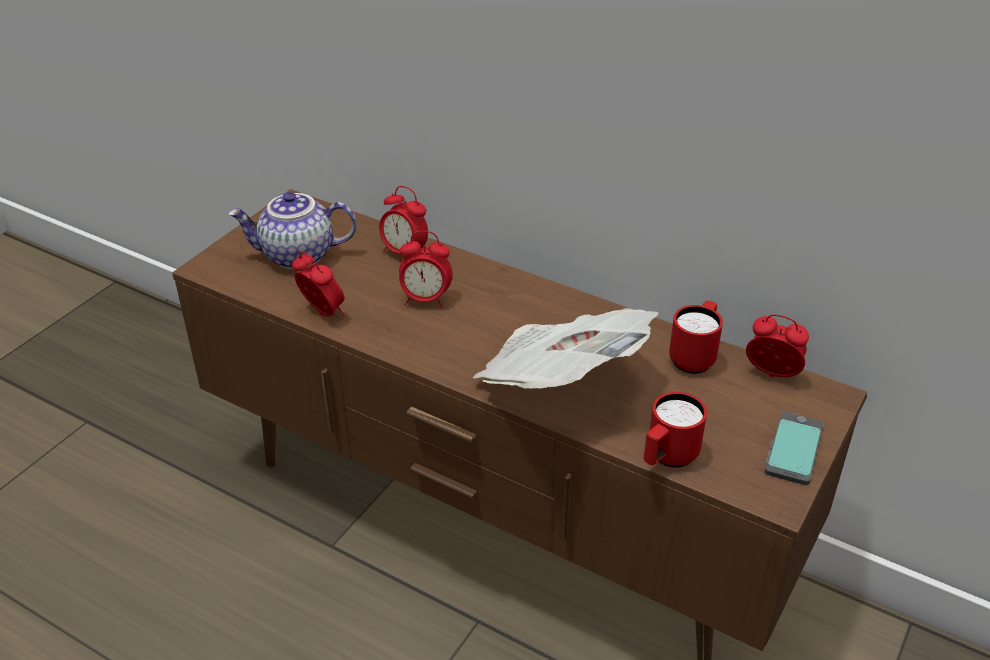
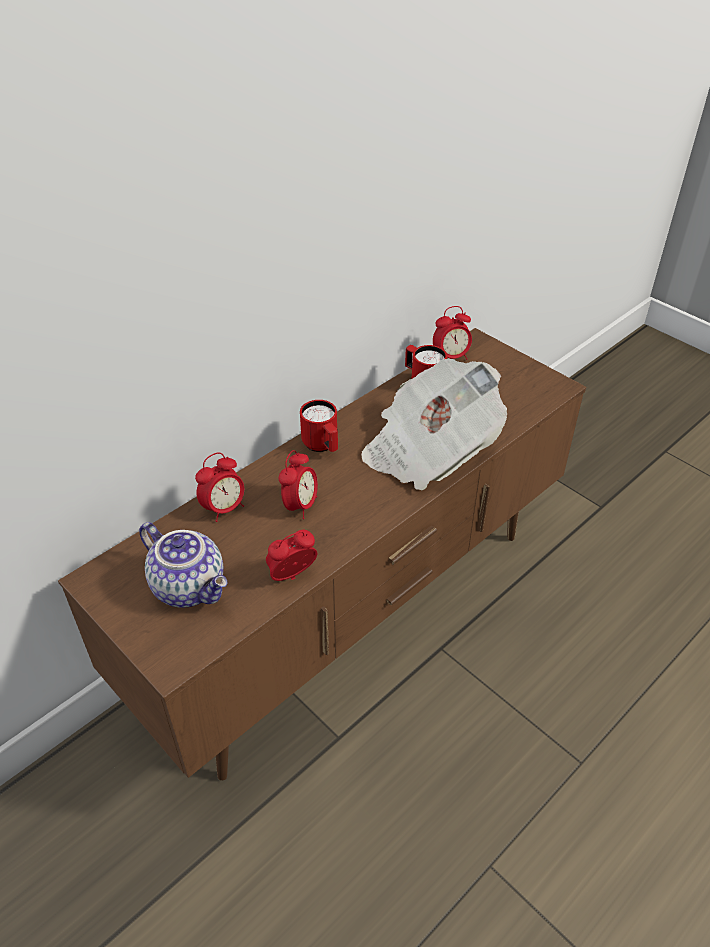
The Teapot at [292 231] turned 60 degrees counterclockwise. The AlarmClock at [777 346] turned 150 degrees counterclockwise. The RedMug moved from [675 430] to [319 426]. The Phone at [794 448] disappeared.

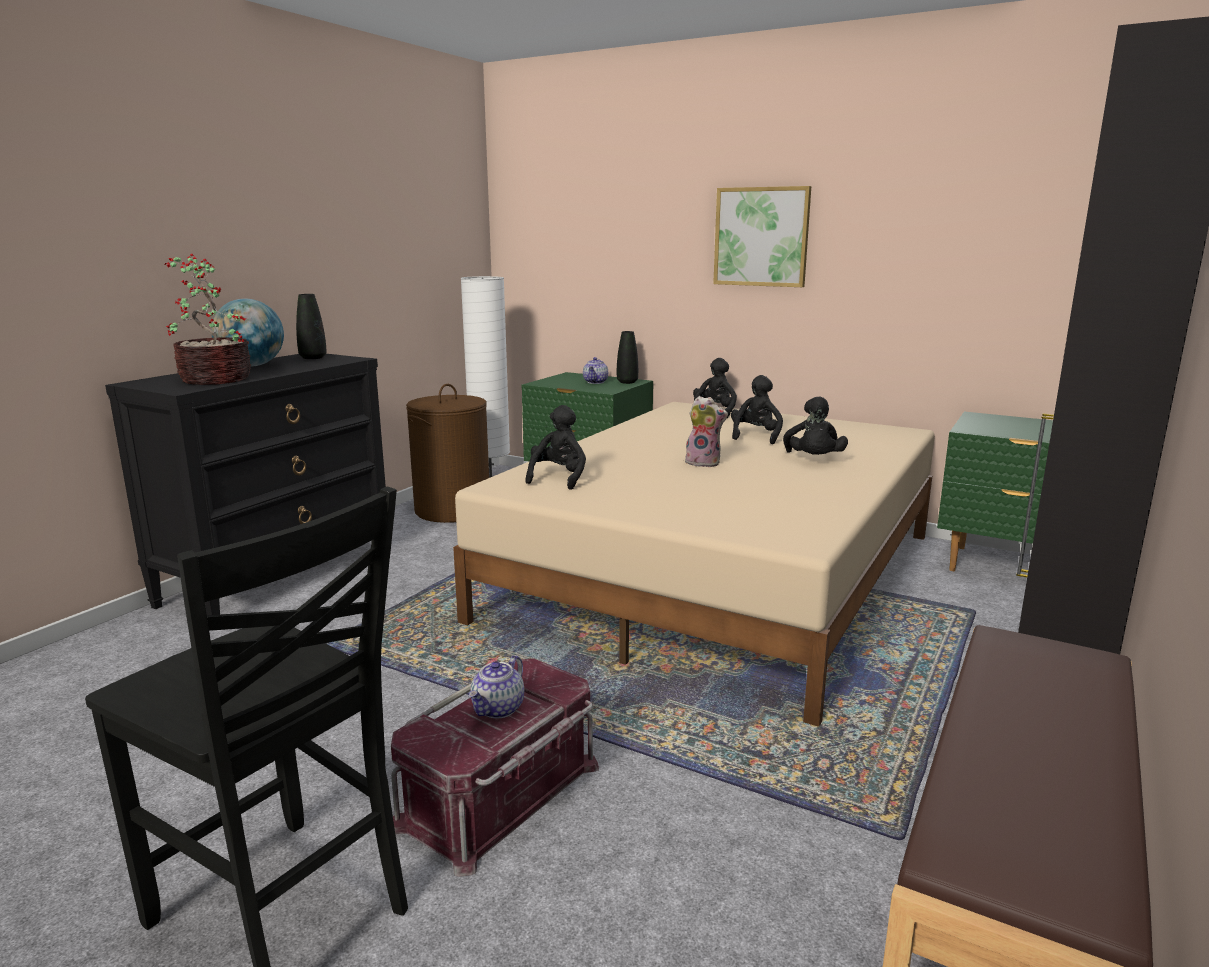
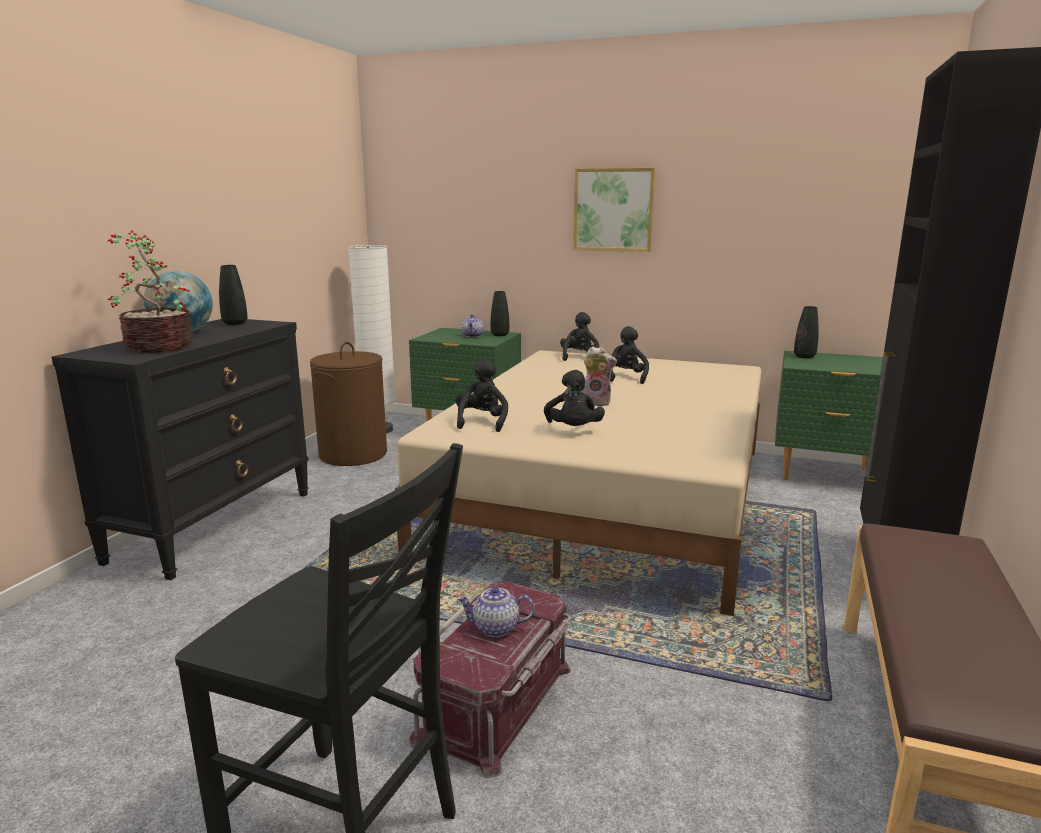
The BlackPlushToy moved from [815 425] to [574 398]. The Teapot at [496 686] turned 75 degrees clockwise. The BlackVase at [806 332] appeared.

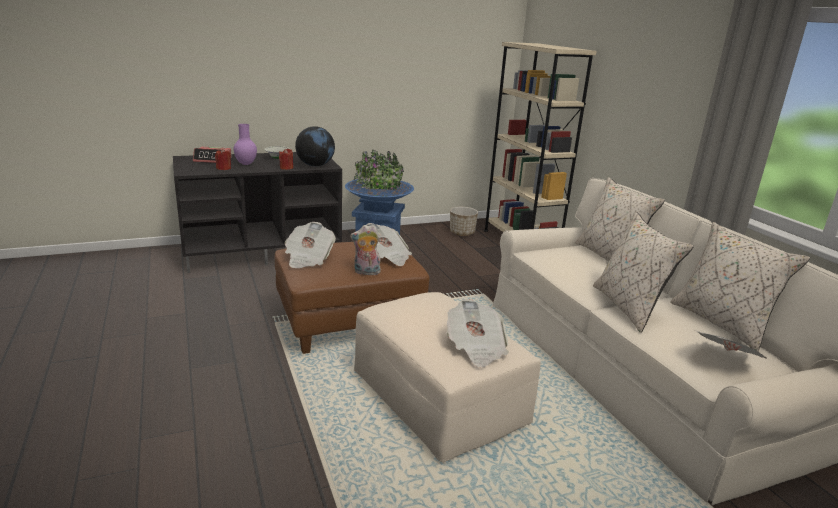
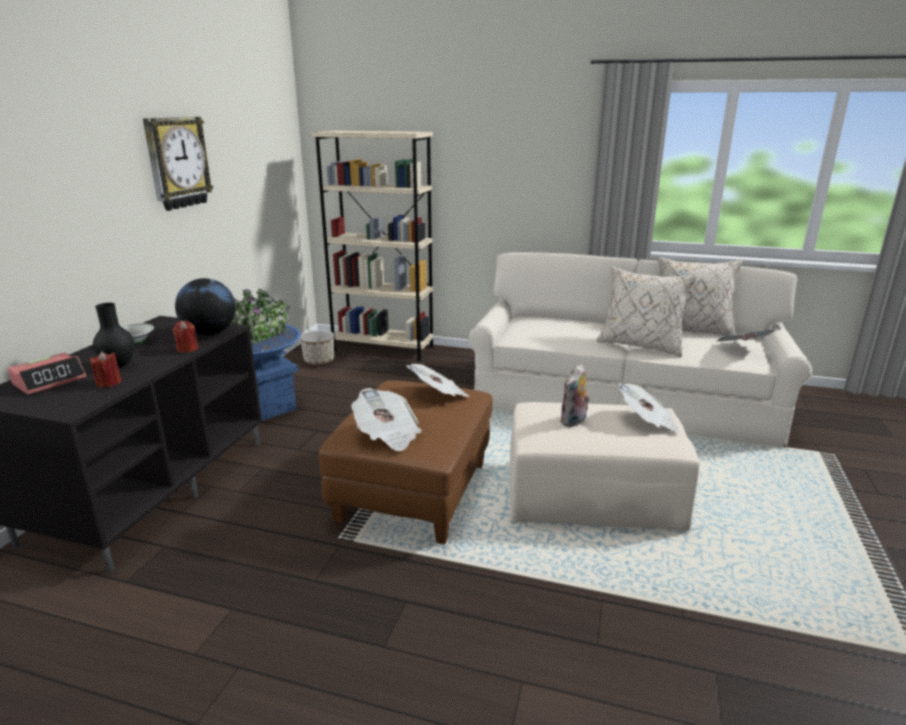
The PurpleVase at [245 144] became the BlackVase at [114 335]. The BeigePillow at [620 219] disappeared. The PlushToy moved from [365 250] to [575 395]. The WallClock at [178 164] appeared.

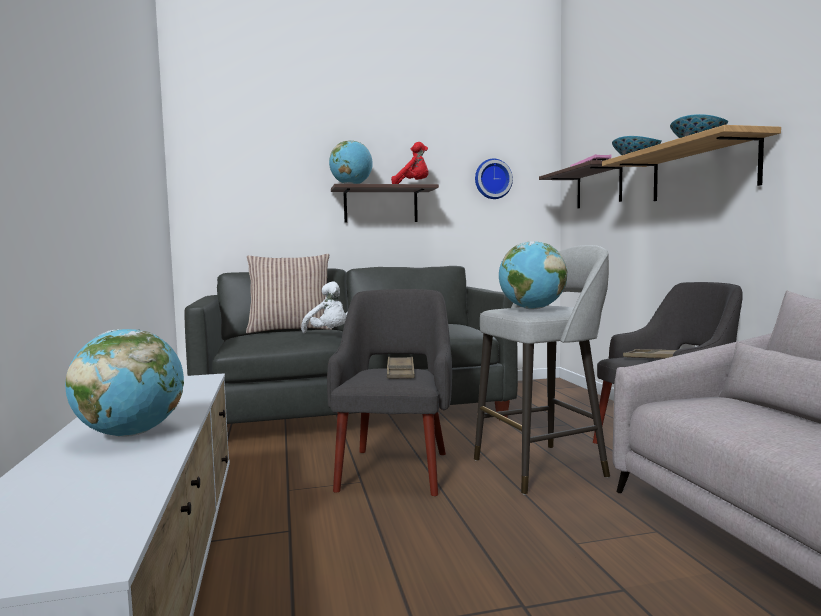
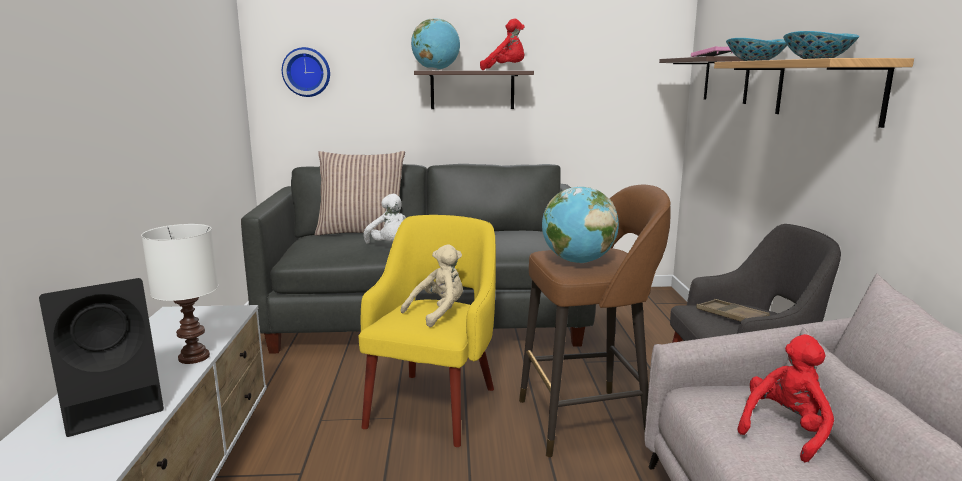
The WallClock moved from [494 179] to [306 72]. The GreyStool at [542 370] became the BrownStool at [595 321]. The GreyArmchair at [389 392] became the YellowArmchair at [427 331]. The Globe at [124 383] was replaced by the BlackSpeaker at [101 357]. The BrownTray at [401 368] was replaced by the BeigePlushToy at [432 285]. The WhiteTableLamp at [179 294] appeared. The RedPlushToy at [785 398] appeared.

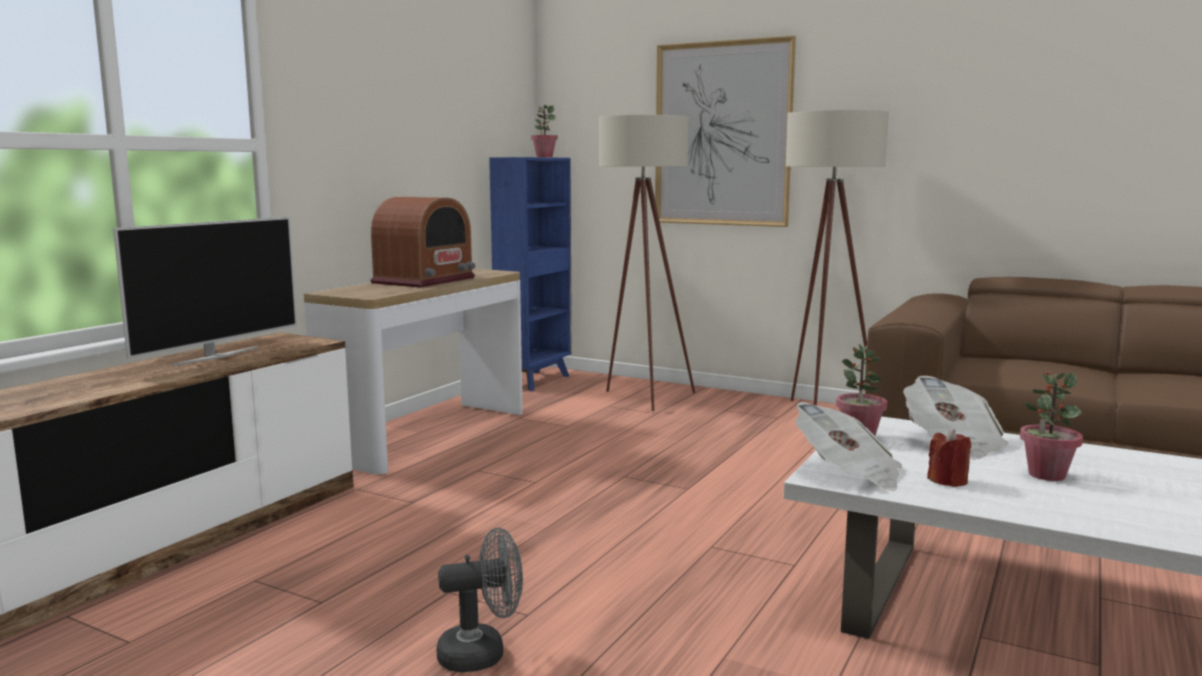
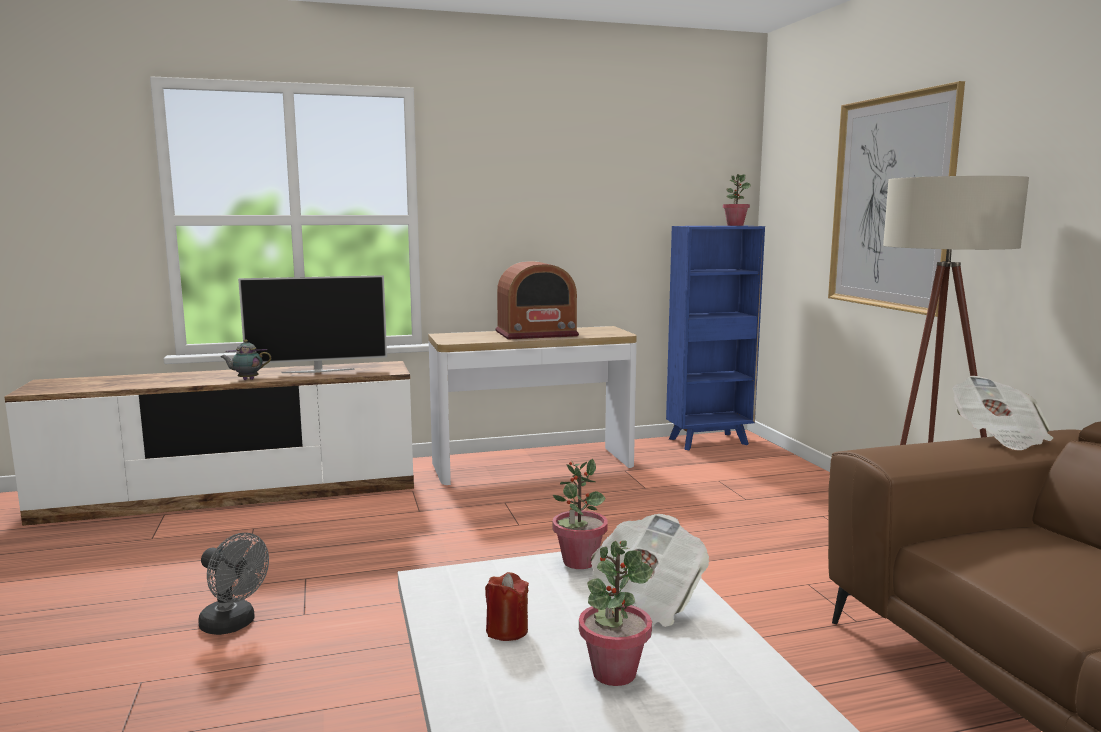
The BeigeFloorLamp at [647 263] disappeared. The Newspaper moved from [848 446] to [1002 413]. The Teapot at [245 360] appeared.

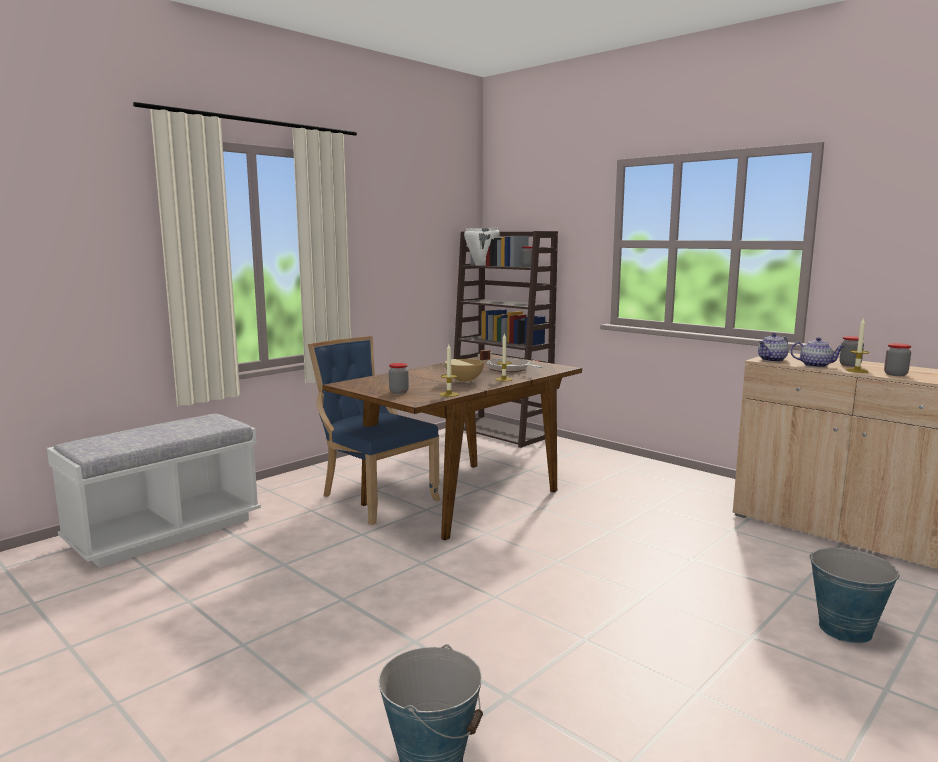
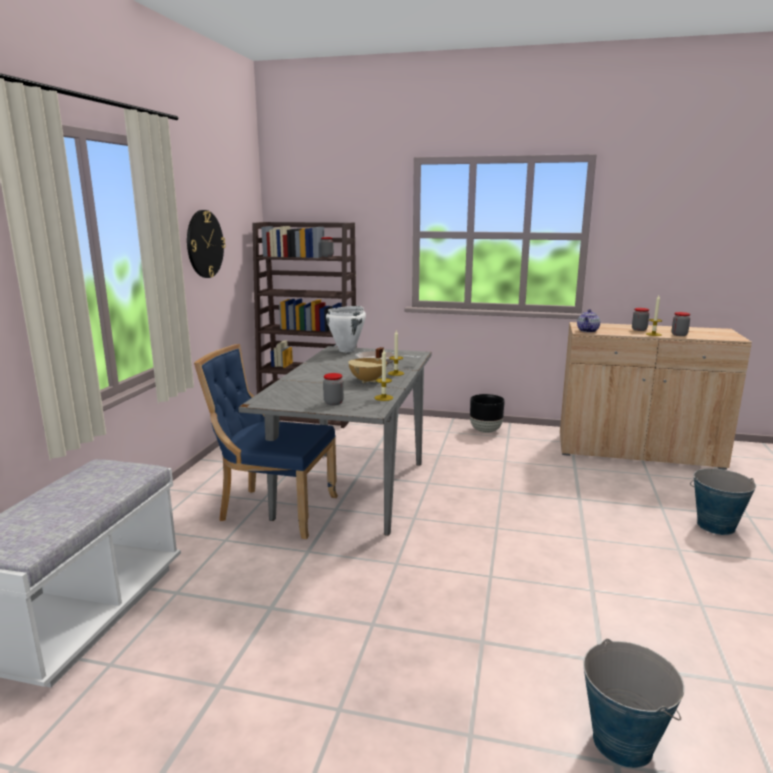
The WhiteCookingPot moved from [482 246] to [346 329]. The Teapot at [817 352] disappeared. The BrownDiningTable at [452 447] became the GreyDiningTable at [335 441]. The WallClock at [206 244] appeared. The BlackPlanter at [487 413] appeared.

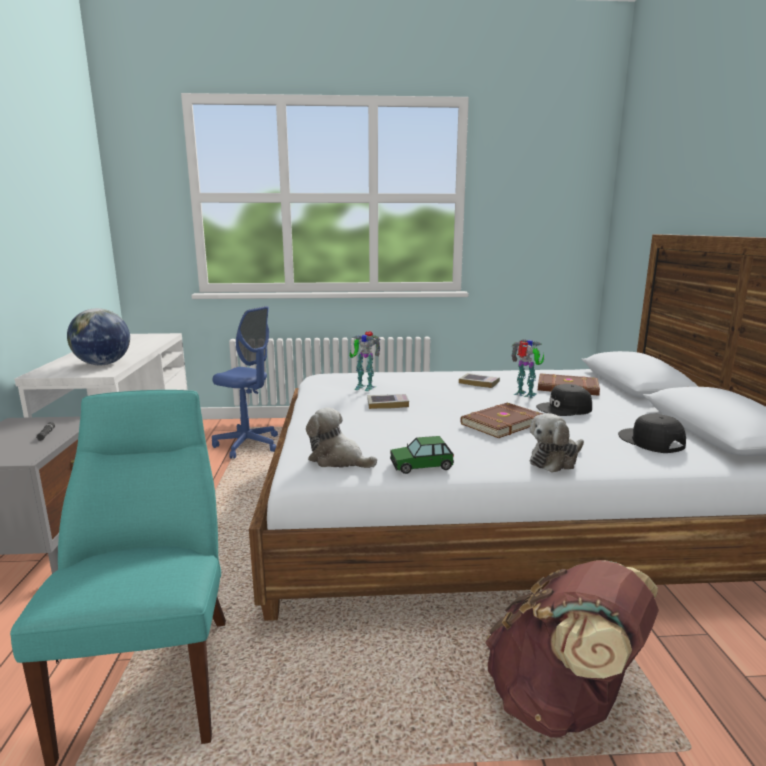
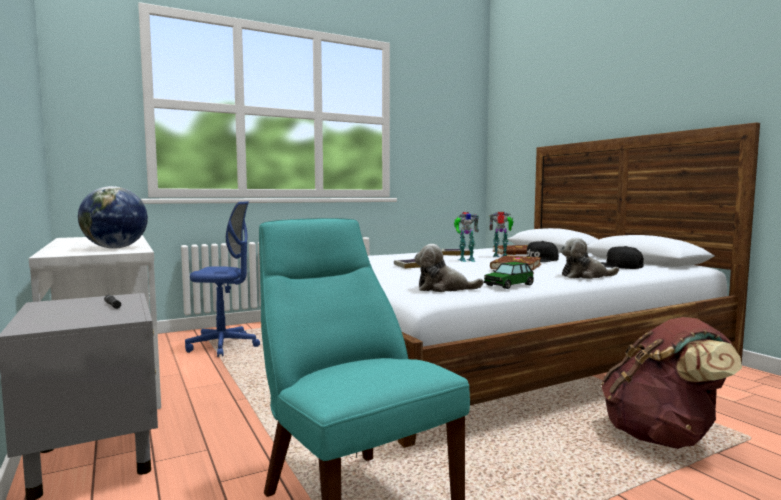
The ToyRobot moved from [364 361] to [466 237]. The PlushToy at [557 442] turned 60 degrees clockwise.

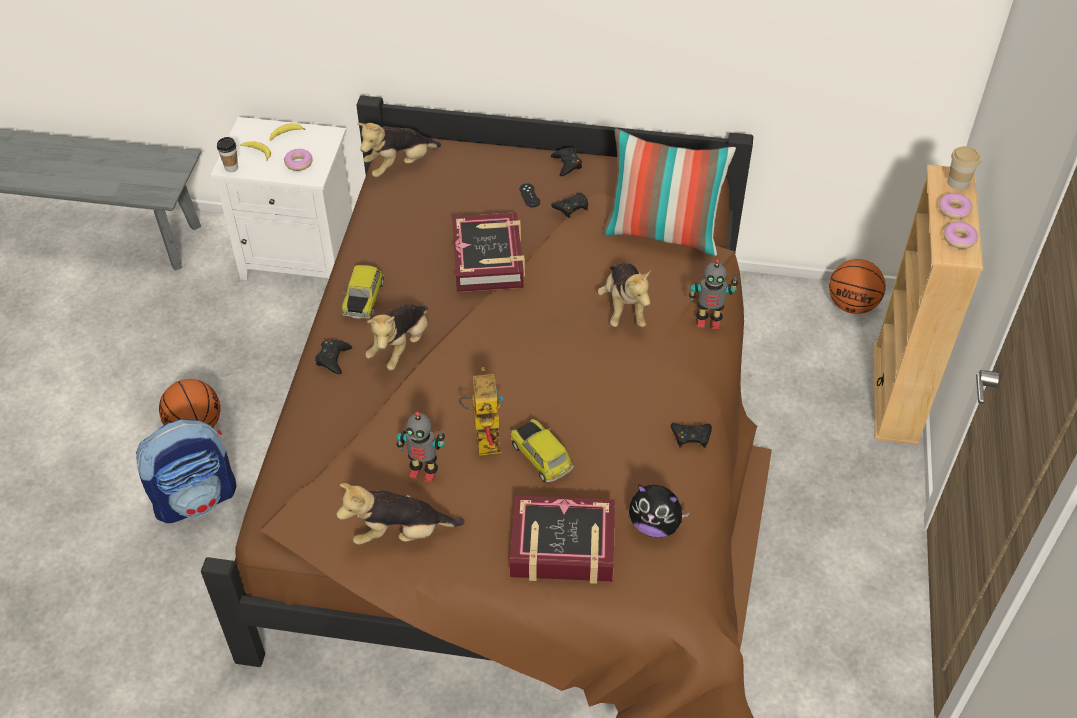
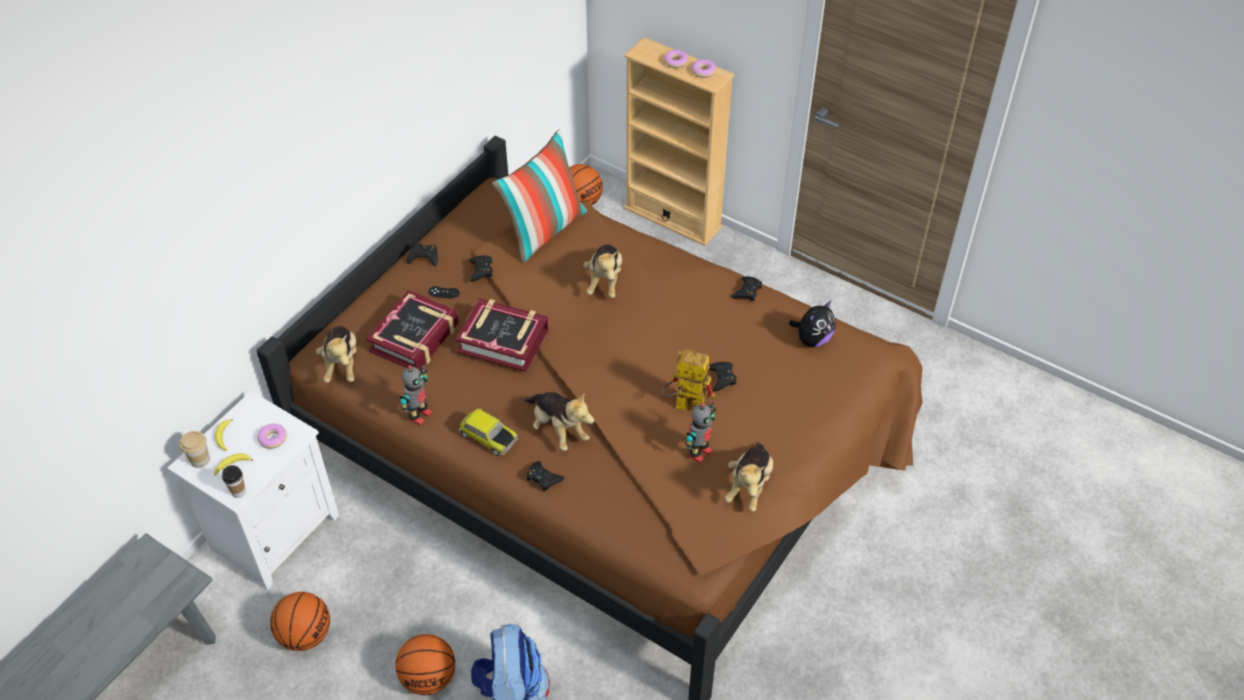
The Cup moved from [964 168] to [194 449]. The ToyRobot moved from [713 294] to [416 395]. The PlushToy at [624 295] turned 75 degrees clockwise. The ToyCar at [542 450] was replaced by the BlackGameController at [722 376]. The Book moved from [562 539] to [412 330]. The Basketball at [300 621] appeared.

